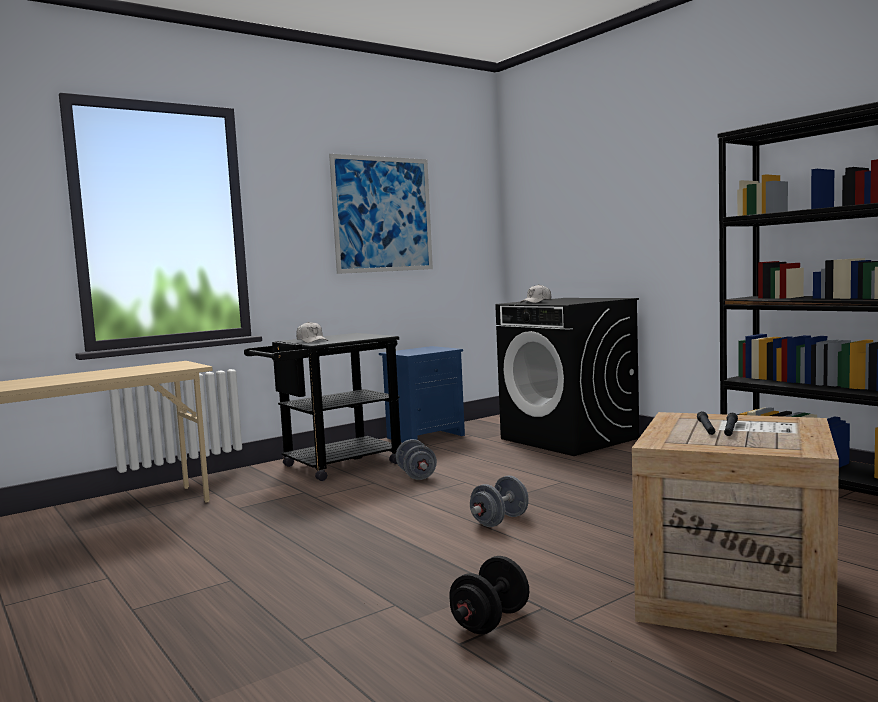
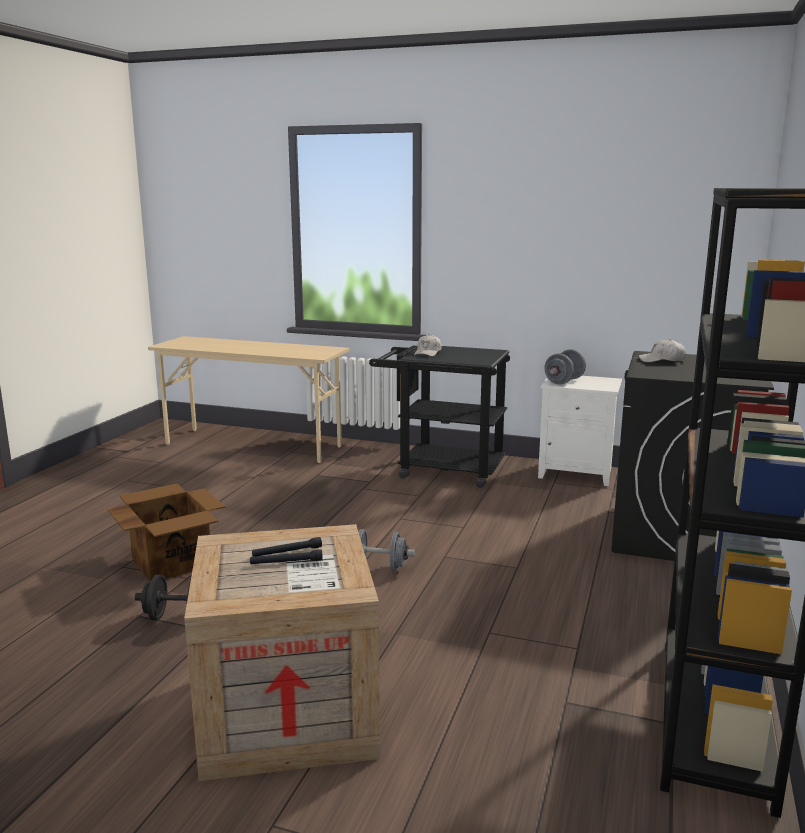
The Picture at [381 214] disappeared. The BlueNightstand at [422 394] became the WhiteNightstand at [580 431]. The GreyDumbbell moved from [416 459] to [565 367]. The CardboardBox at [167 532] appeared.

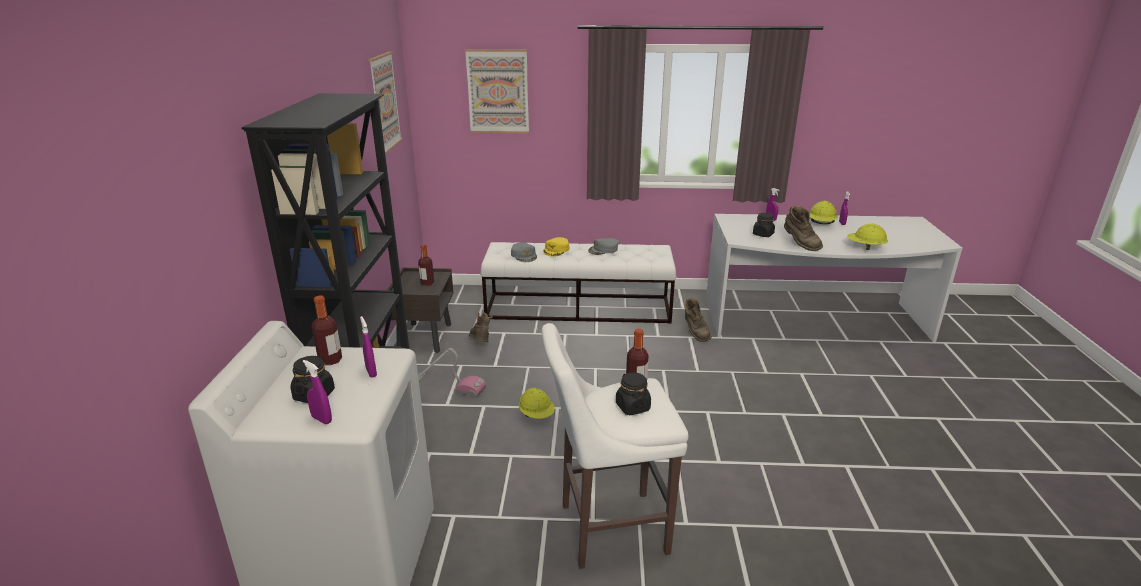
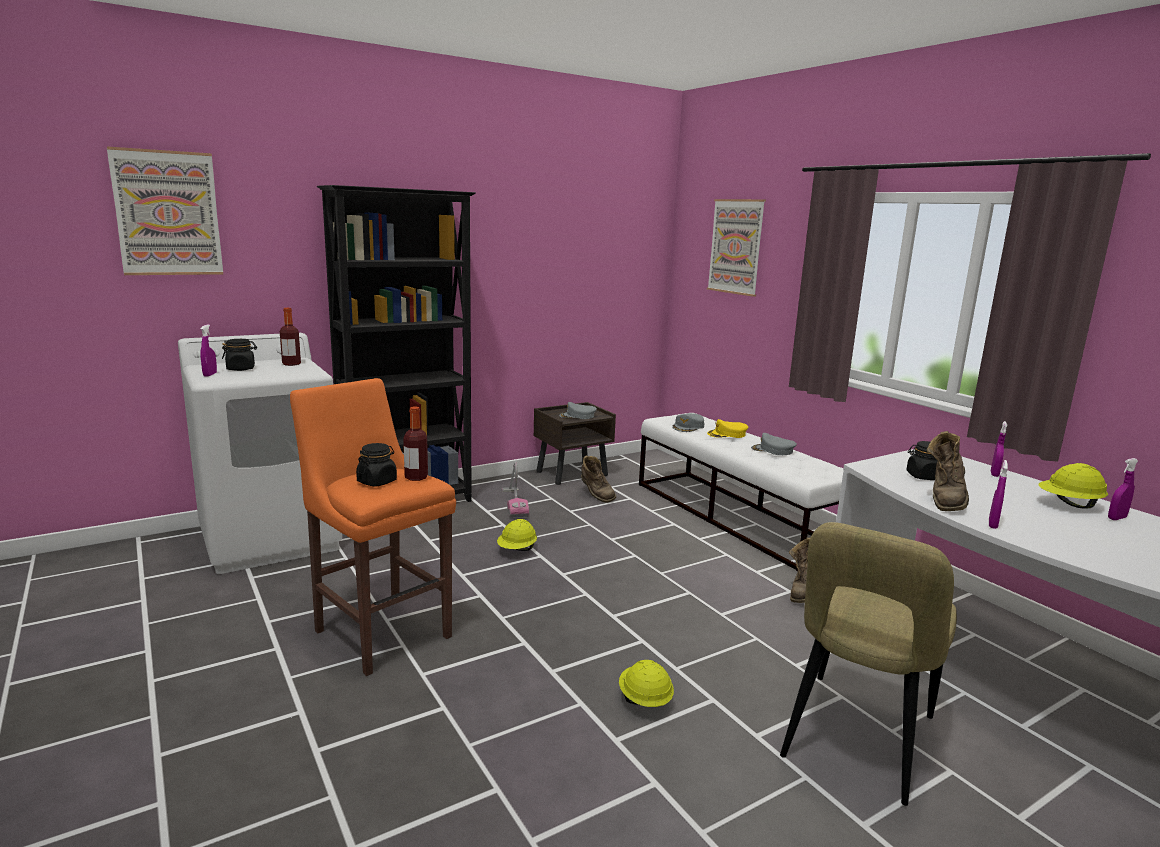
The Picture moved from [385 102] to [165 210]. The YellowHardHat moved from [867 237] to [646 683]. The Bottle at [426 265] was replaced by the GreyCap at [578 410]. The BrownBoot at [481 327] turned 105 degrees clockwise. The PurpleSprayBottle moved from [368 347] to [998 494]. The WhiteStool at [615 446] became the OrangeStool at [373 527]. The BeigeChair at [868 664] appeared.

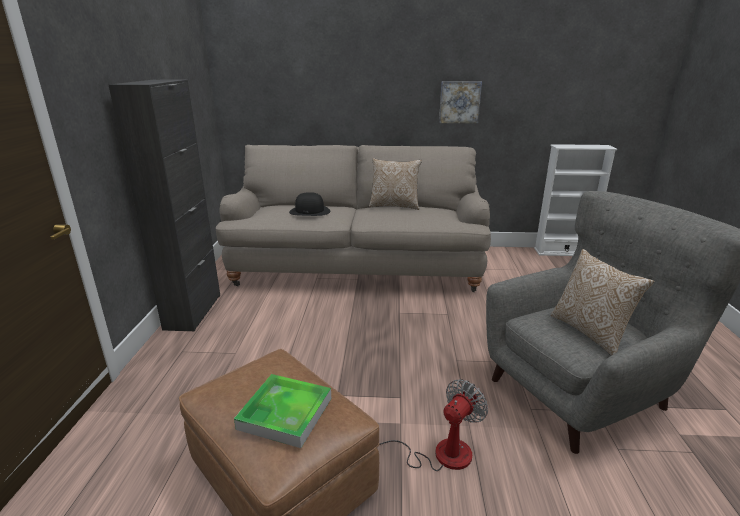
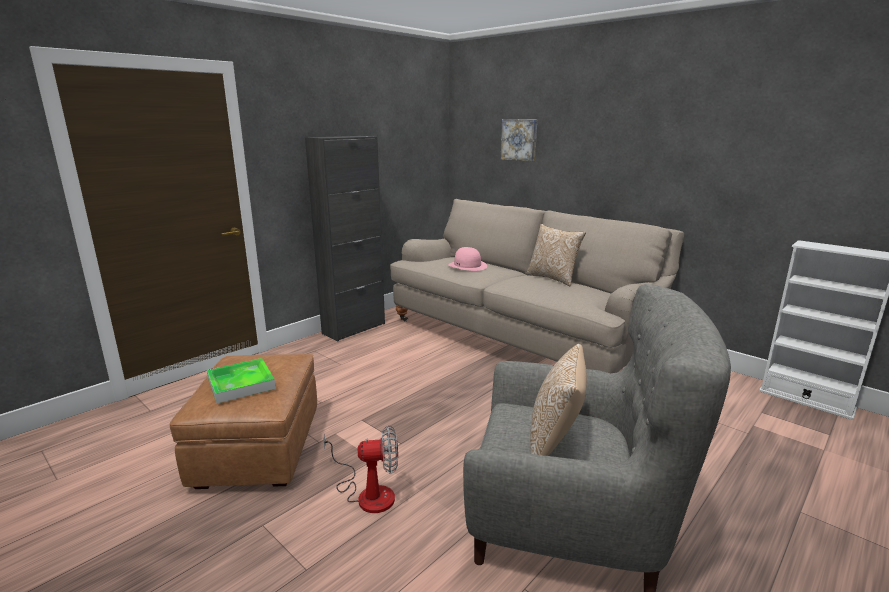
The Picture moved from [460 102] to [519 140]. The BlackHat at [309 204] became the PinkHat at [467 259].

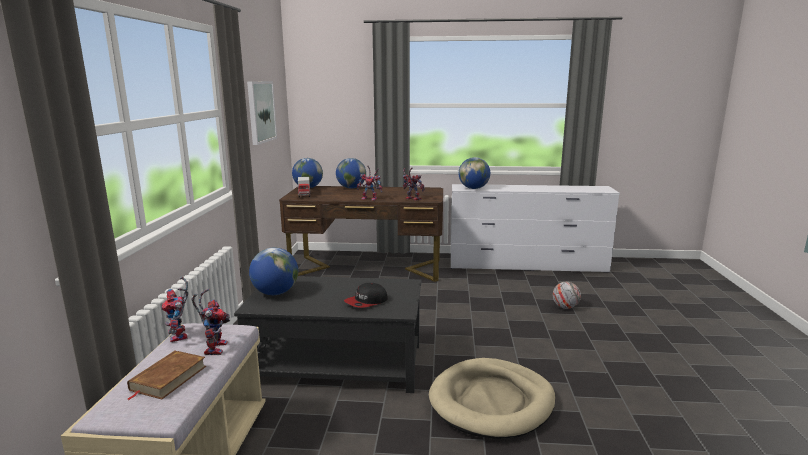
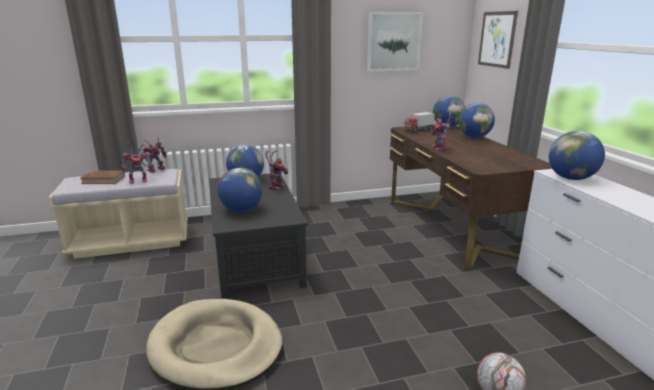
The ToyRobot moved from [414 184] to [277 170]. The Cap at [366 295] was replaced by the Globe at [240 190]. The Picture at [498 40] appeared.

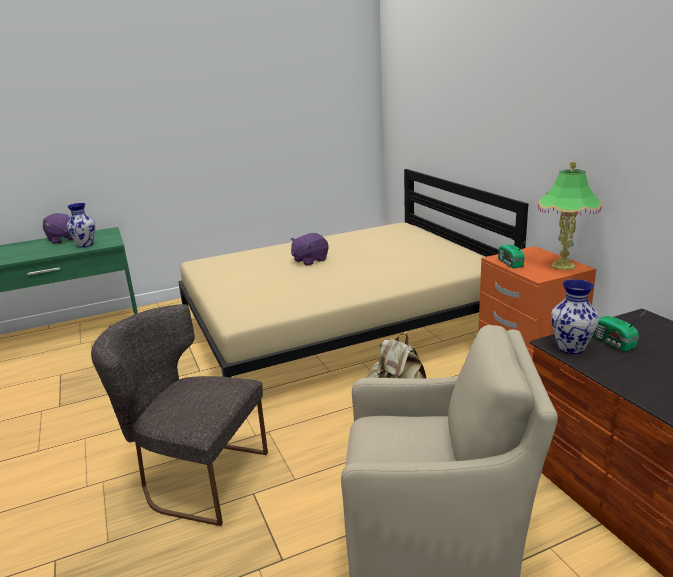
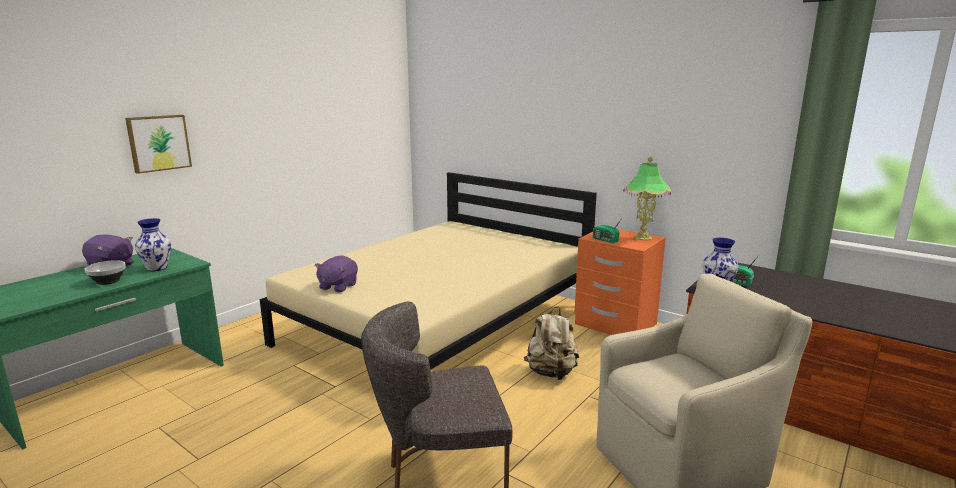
The PurplePlushToy moved from [309 249] to [336 274]. The Picture at [158 144] appeared. The Bowl at [105 272] appeared.

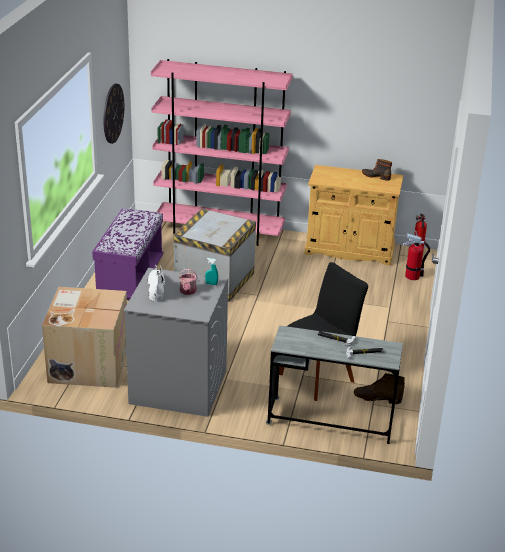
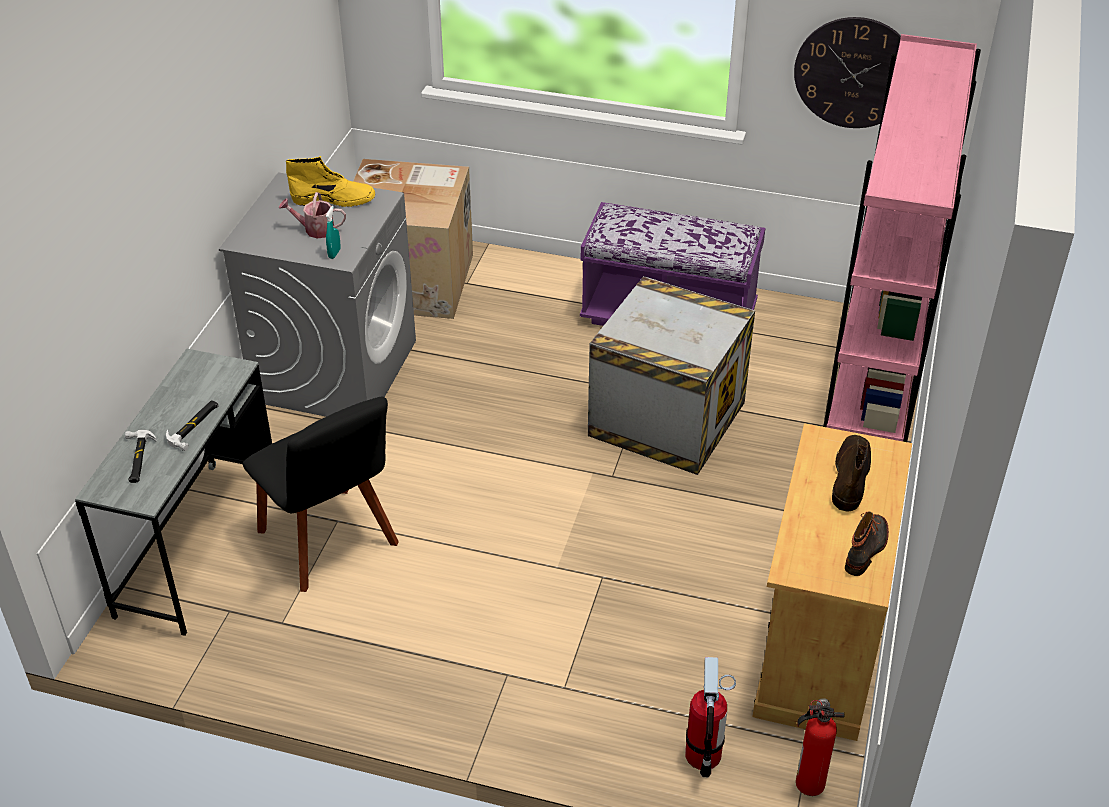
The WhiteBoot at [156 283] became the YellowBoot at [330 181]. The BrownBoot moved from [379 388] to [851 473].

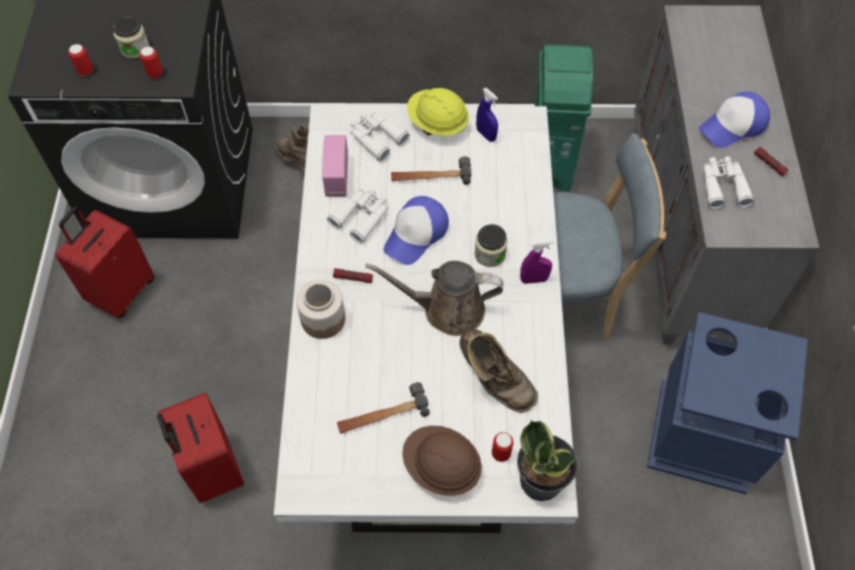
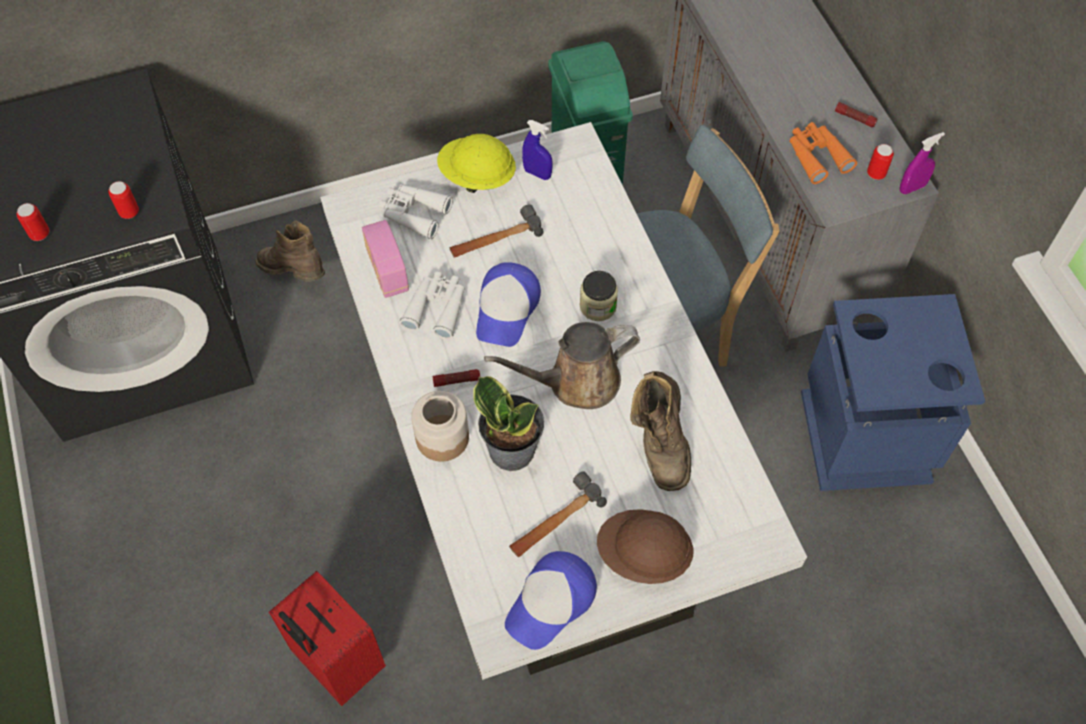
The Jar at [131 37] disappeared. The Cap moved from [734 120] to [551 600]. The WhiteBinoculars at [729 183] became the OrangeBinoculars at [823 153]. The RedSuitcase at [105 262] disappeared. The PurpleSprayBottle moved from [537 262] to [922 163]. The BrownBoot at [499 371] turned 60 degrees clockwise. The PottedPlant moved from [547 460] to [508 423]. The Can moved from [502 447] to [880 162].

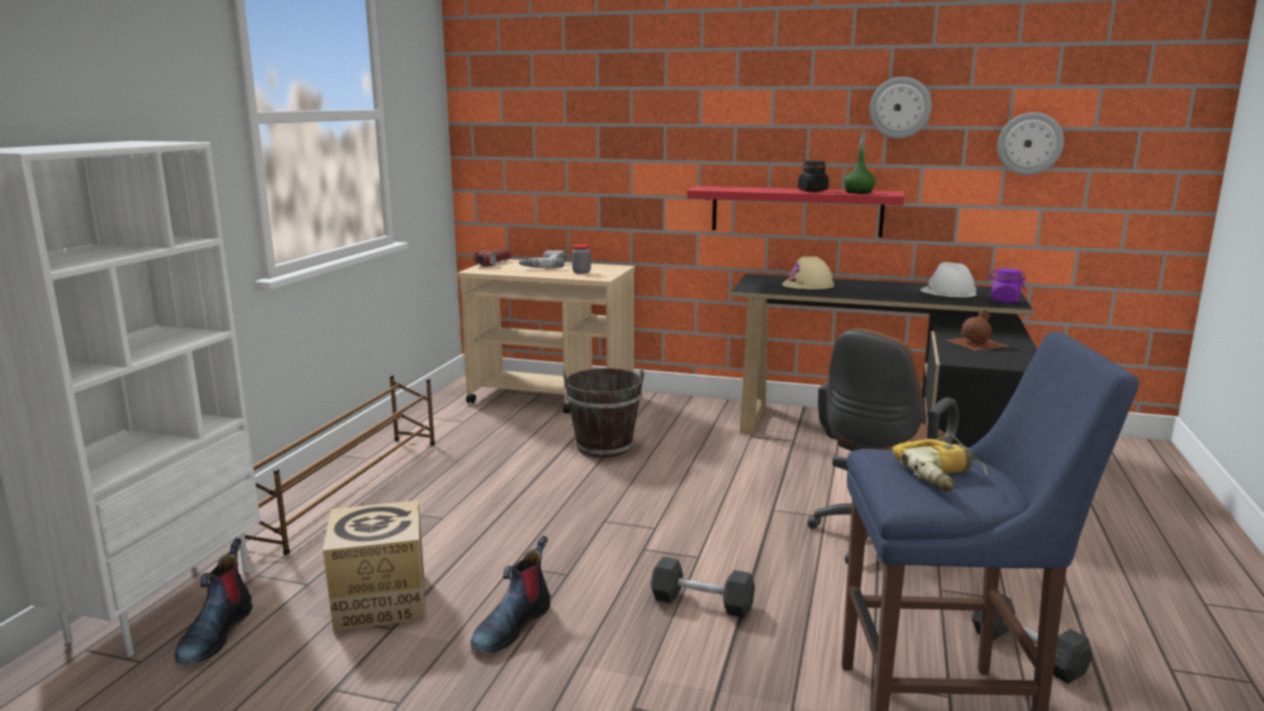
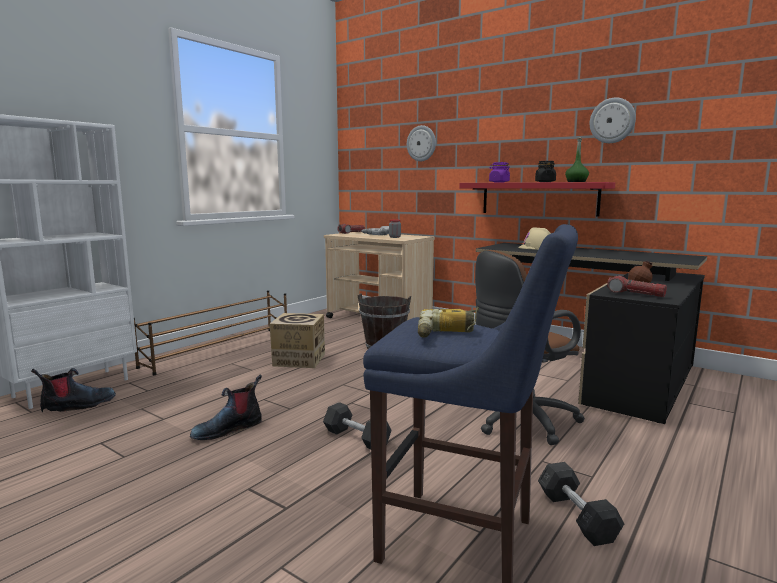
The WallClock moved from [1030 143] to [421 143]. The WhiteHardHat at [948 279] disappeared. The PurpleJar moved from [1007 285] to [499 172]. The CardboardBox moved from [374 565] to [297 340]. The Boot at [213 601] turned 150 degrees counterclockwise. The Flashlight at [637 286] appeared.

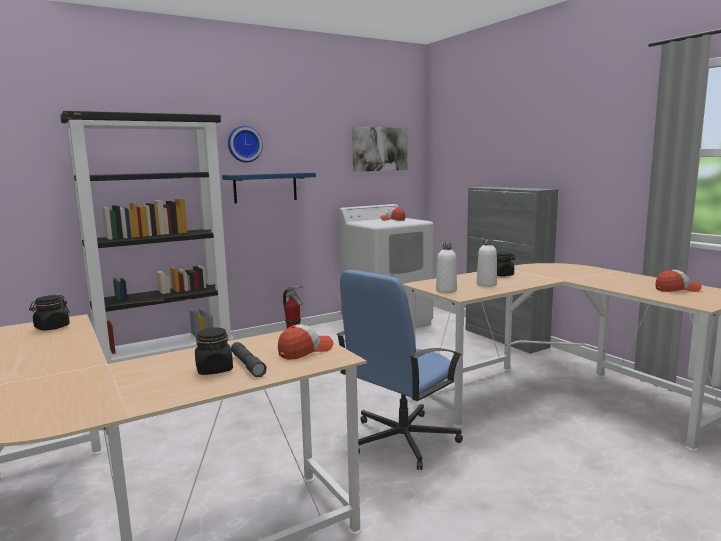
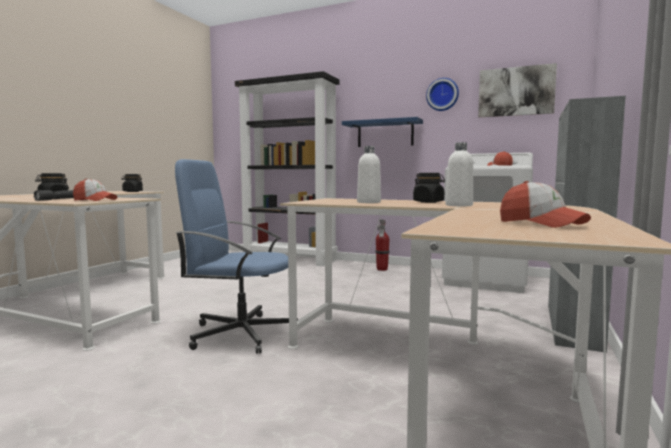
The WallClock moved from [245 144] to [442 94]. The WhiteBottle moved from [446 268] to [459 174].

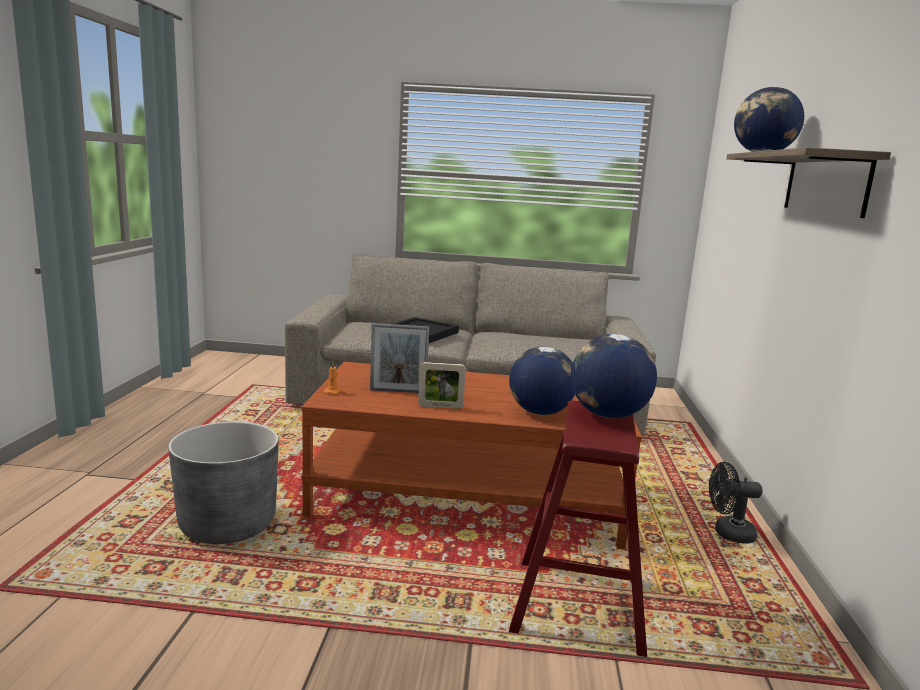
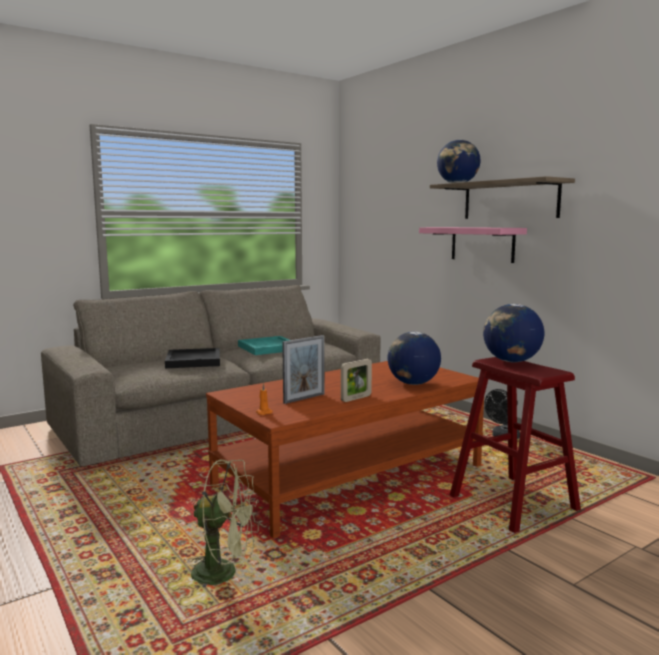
The GreyPlanter at [223 482] was replaced by the GreenFan at [225 523]. The PinkShelf at [473 245] appeared. The TurquoiseTray at [263 345] appeared.

